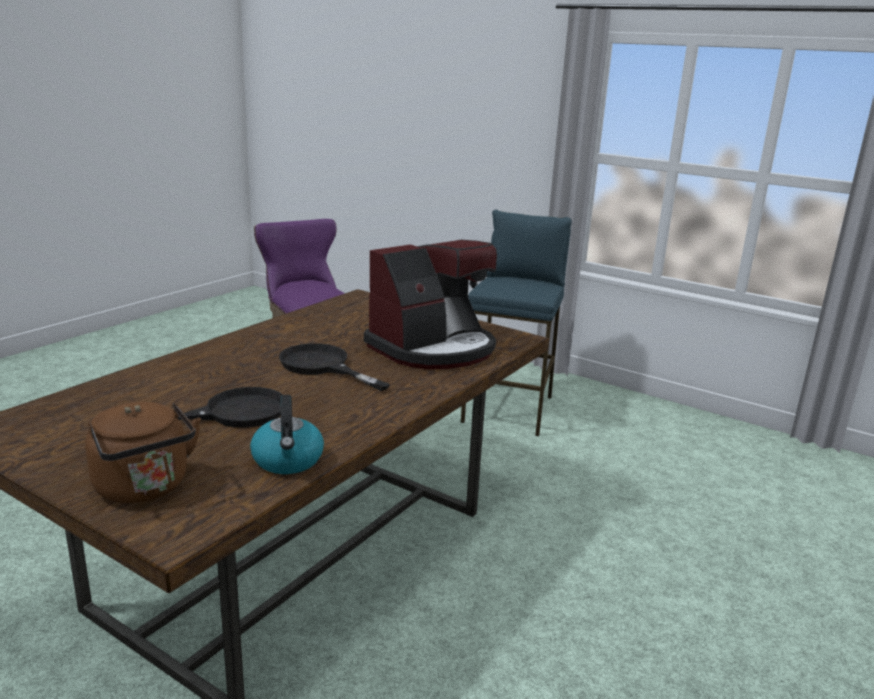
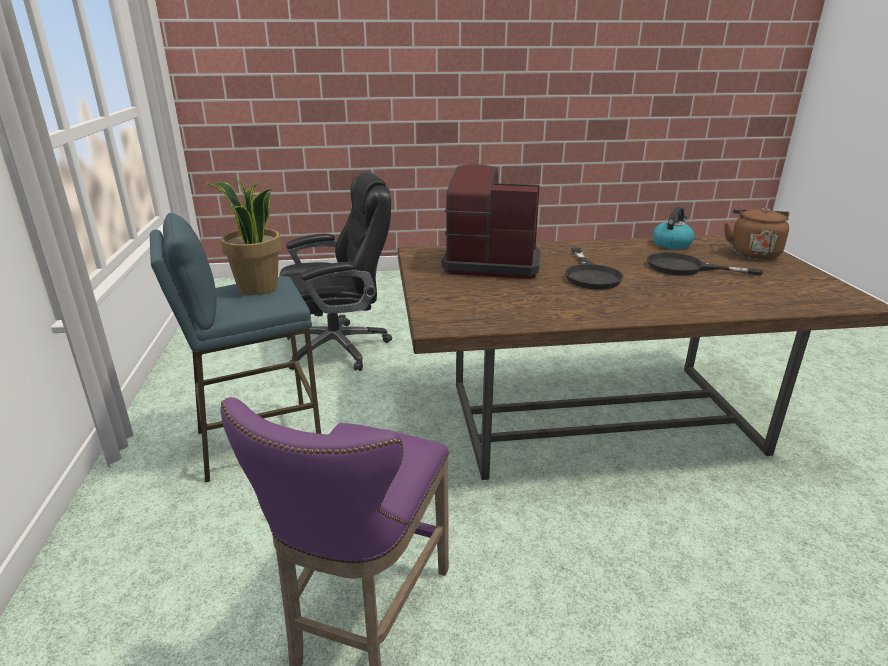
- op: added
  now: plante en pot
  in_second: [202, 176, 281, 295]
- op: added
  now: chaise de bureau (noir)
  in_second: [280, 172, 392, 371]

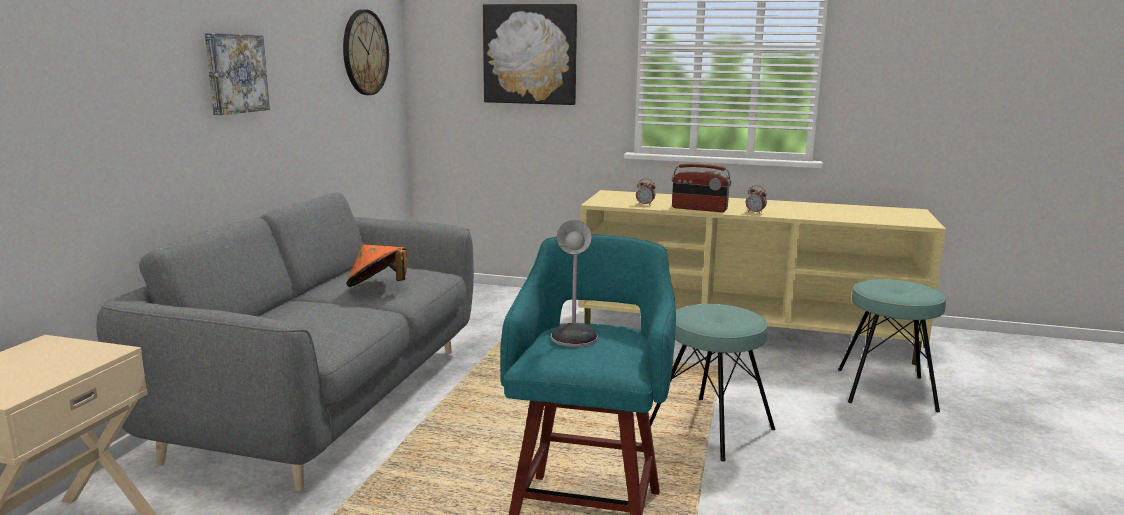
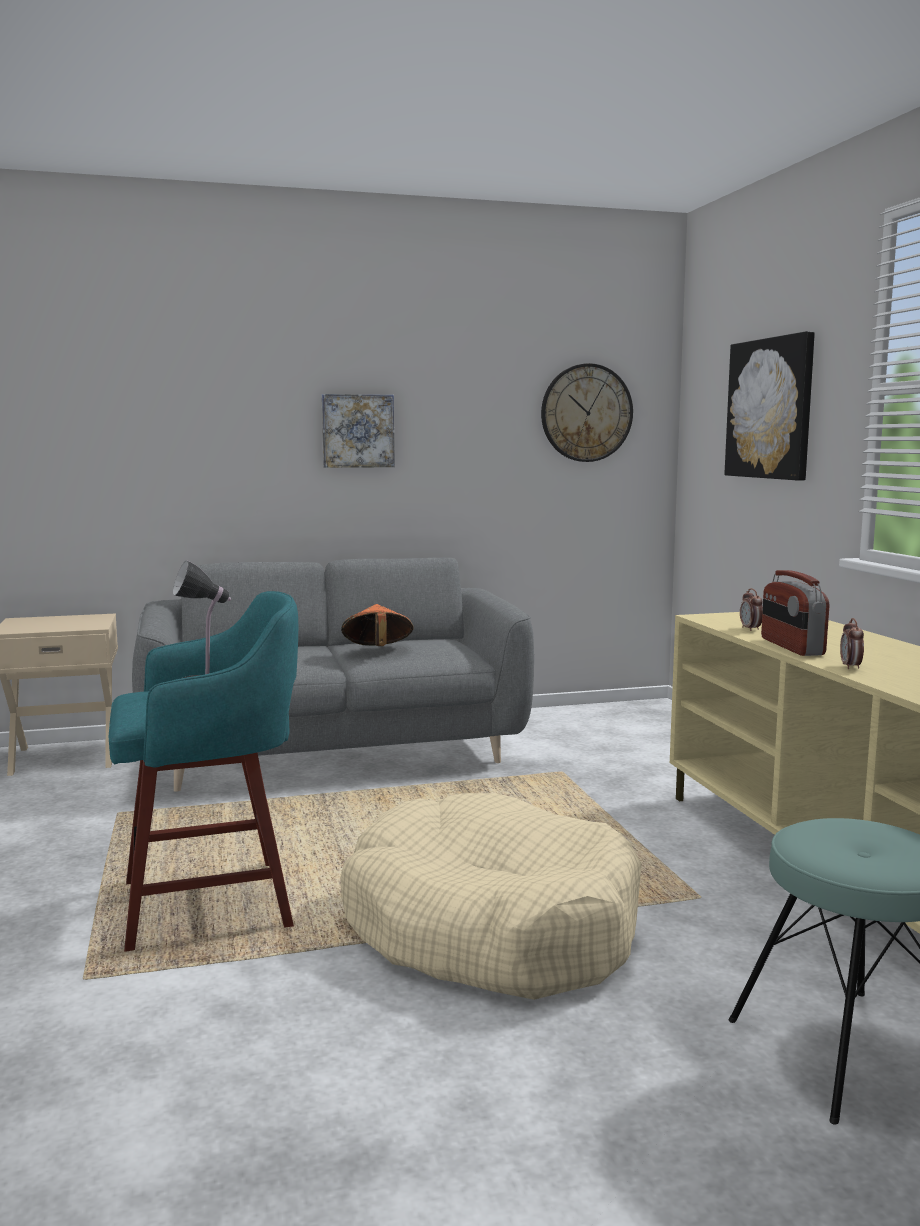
- op: replaced
  was: tabouret (turquoise)
  now: panier pour chien (beige)
  in_first: [650, 304, 775, 461]
  in_second: [340, 793, 642, 1000]

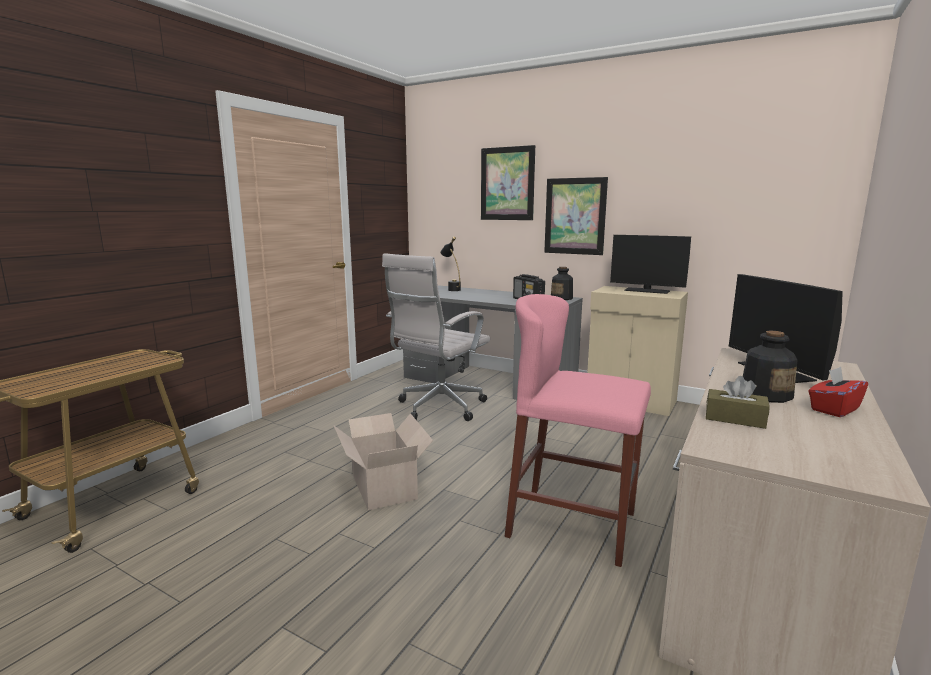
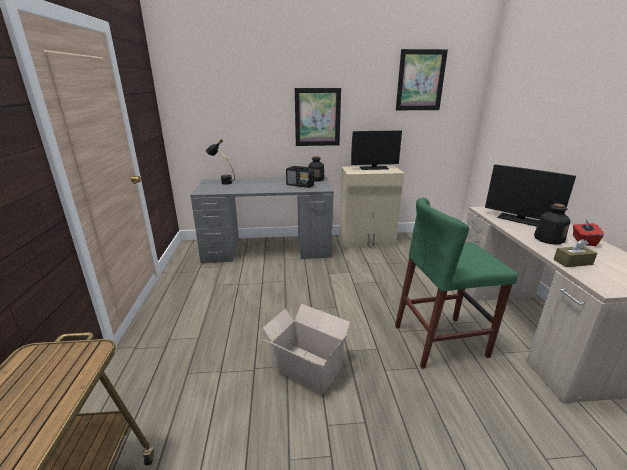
- op: removed
  was: chaise de bureau (blanc)
  in_first: [382, 253, 490, 421]
- op: moved
  was: tableau
  in_first: [481, 145, 535, 220]
  in_second: [396, 49, 448, 110]
- op: recoloured
  was: tabouret (rose)
  now: tabouret (vert)
  in_first: [505, 294, 651, 567]
  in_second: [395, 198, 518, 369]

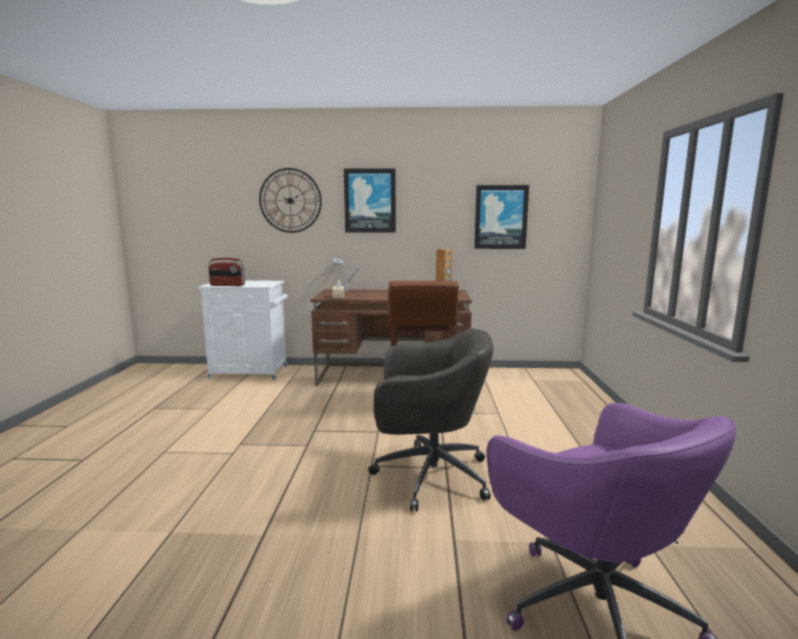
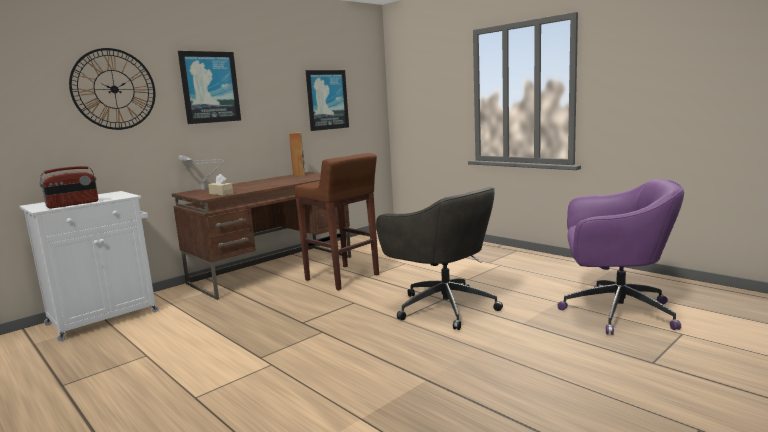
- op: turned
  was: chaise de bureau (gris)
  in_first: [368, 328, 494, 511]
  in_second: [376, 187, 503, 330]
  clockwise: 90

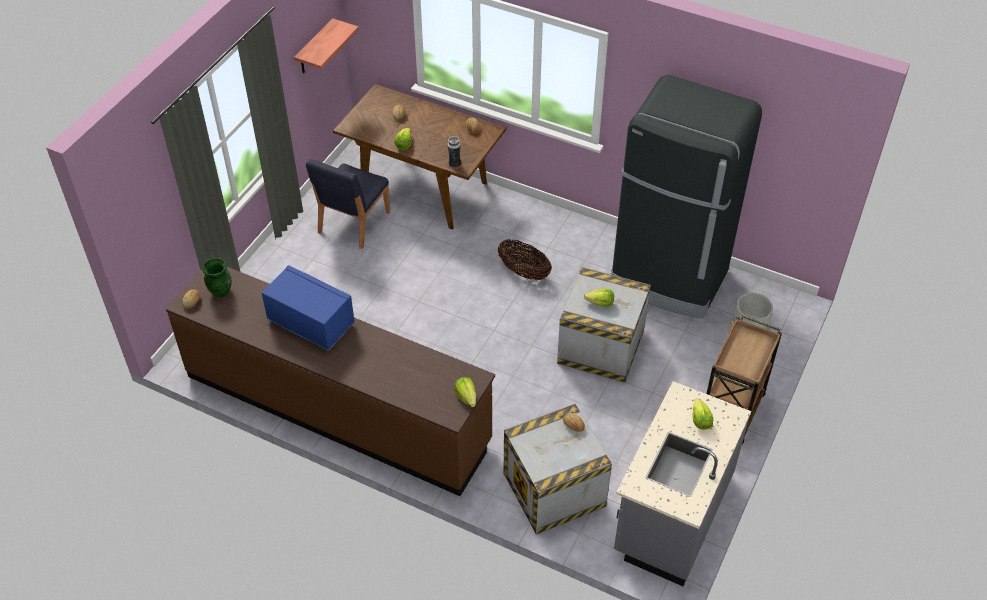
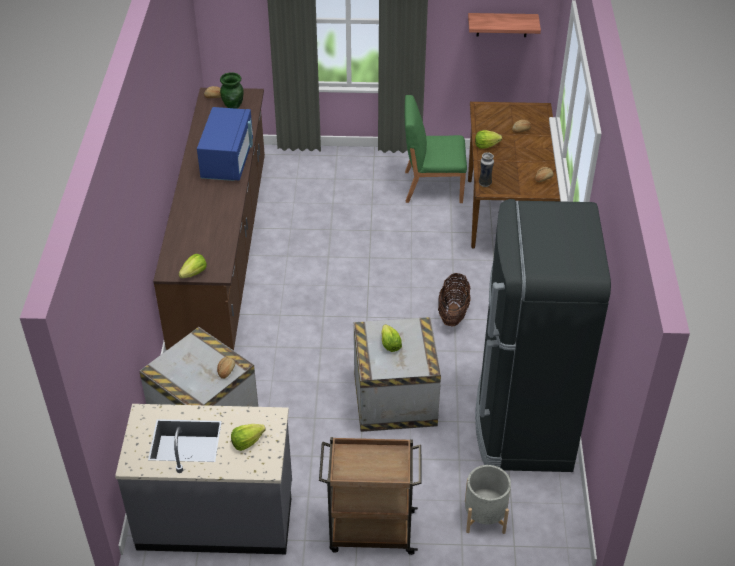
- op: recoloured
  was: chaise (bleu)
  now: chaise (vert)
  in_first: [306, 159, 390, 249]
  in_second: [405, 95, 467, 203]

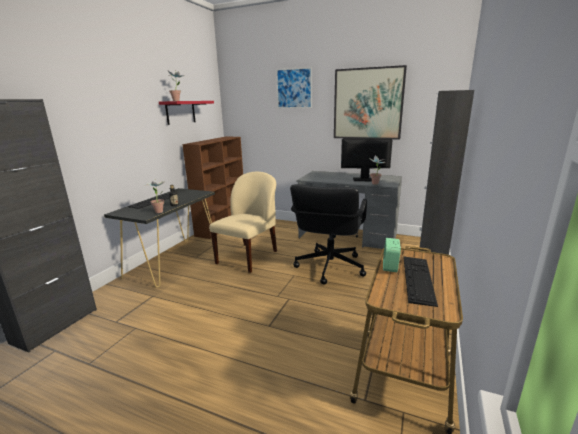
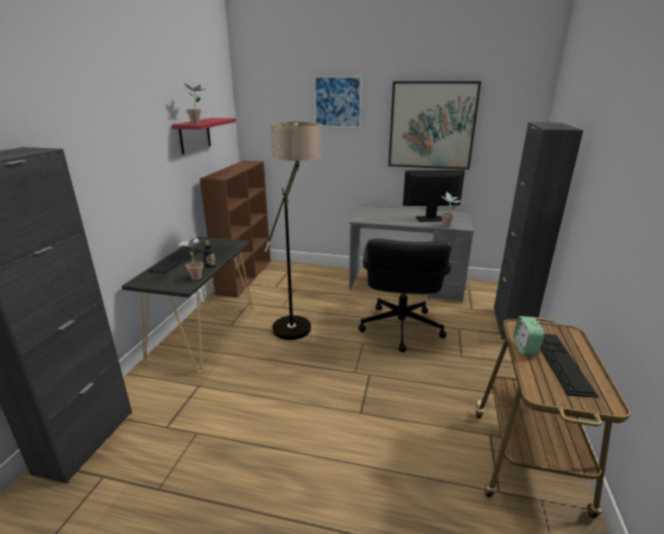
- op: replaced
  was: chaise (beige)
  now: lampadaire
  in_first: [209, 172, 277, 273]
  in_second: [264, 122, 321, 340]

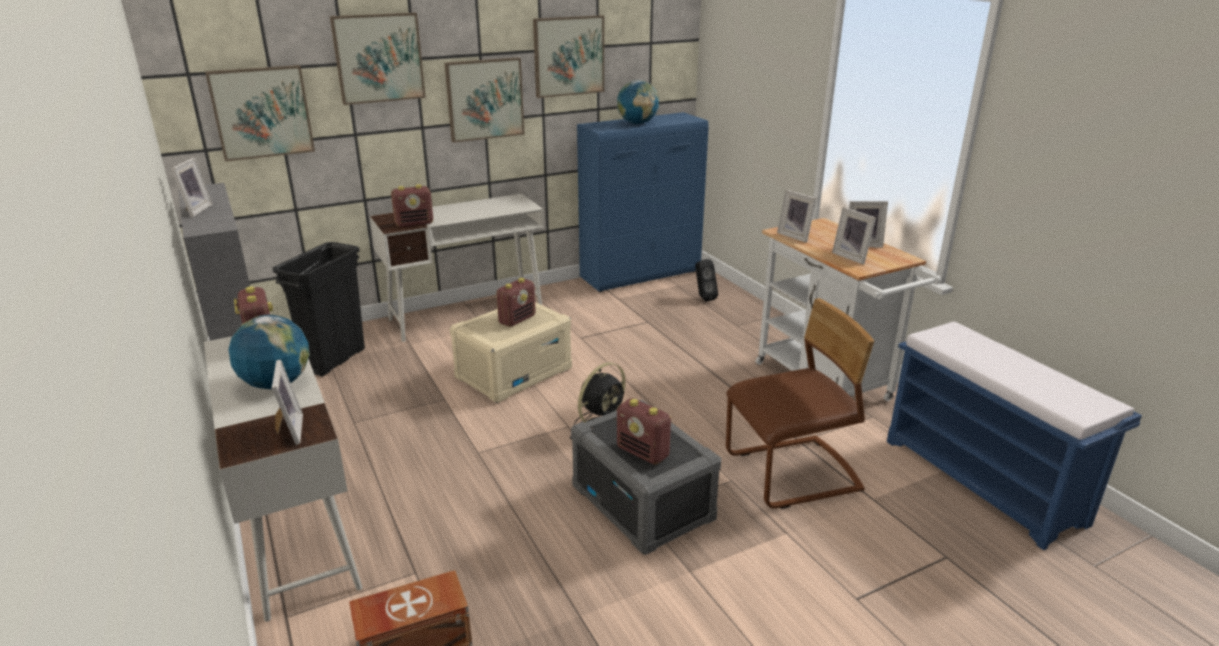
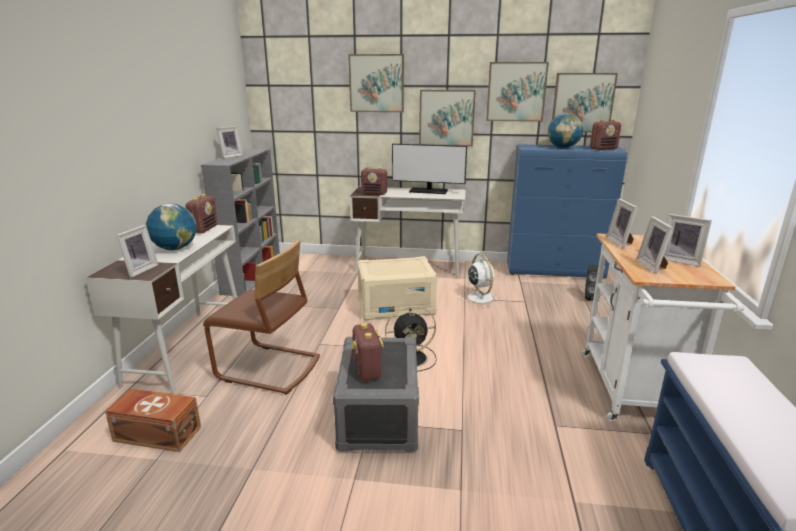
- op: removed
  was: poubelle (noir)
  in_first: [272, 242, 365, 377]
- op: added
  now: écran d'ordinateur
  in_second: [392, 144, 467, 194]
- op: added
  now: ventilateur (blanc)
  in_second: [459, 254, 500, 308]
- op: moved
  was: tableau
  in_first: [205, 65, 315, 161]
  in_second: [552, 73, 618, 133]
- op: moved
  was: radio
  in_first: [496, 278, 536, 327]
  in_second: [590, 119, 621, 150]
- op: moved
  was: chaise (marron)
  in_first: [726, 298, 874, 509]
  in_second: [203, 240, 320, 395]

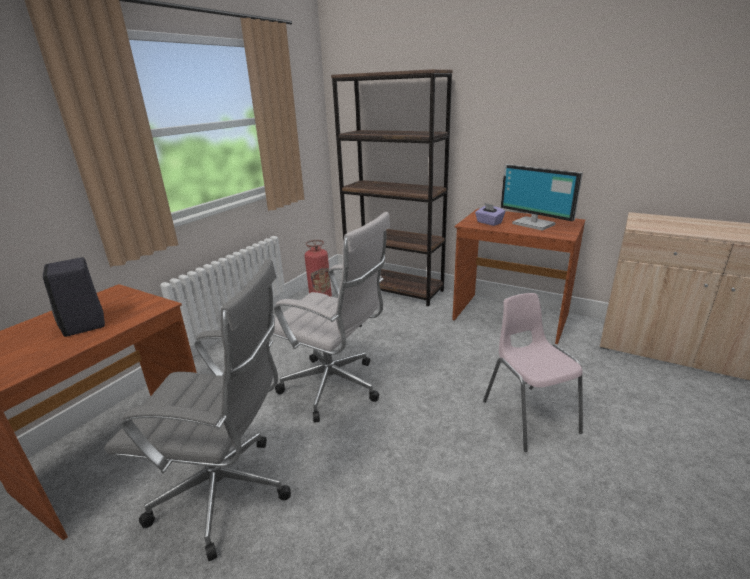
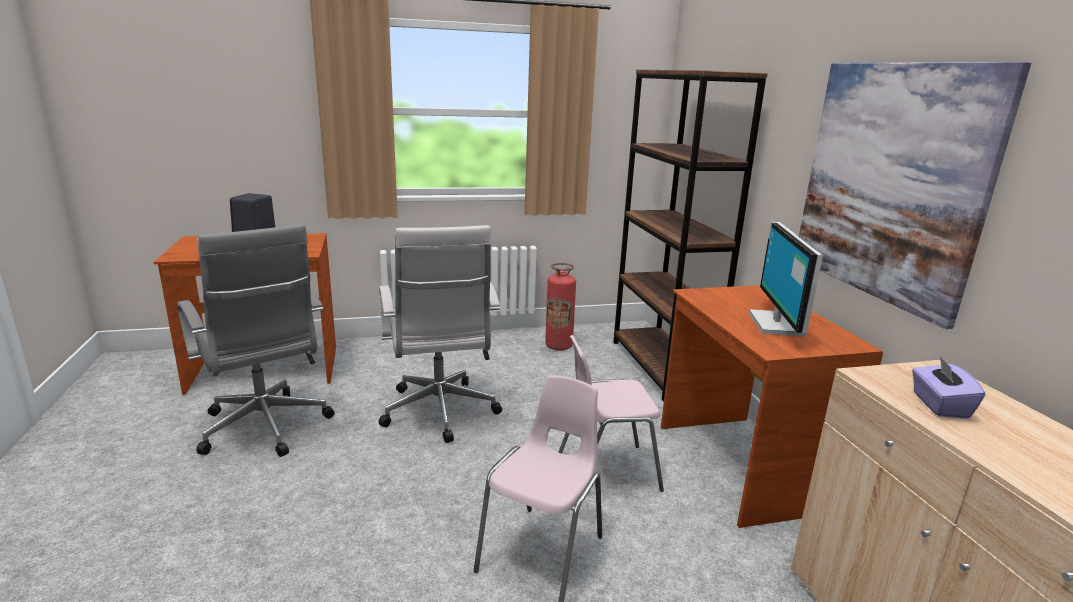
- op: added
  now: chaise (rose)
  in_second: [558, 335, 664, 492]
- op: added
  now: tableau
  in_second: [799, 62, 1031, 329]
- op: moved
  was: boîte à mouchoirs (violet)
  in_first: [475, 203, 505, 226]
  in_second: [912, 357, 985, 419]

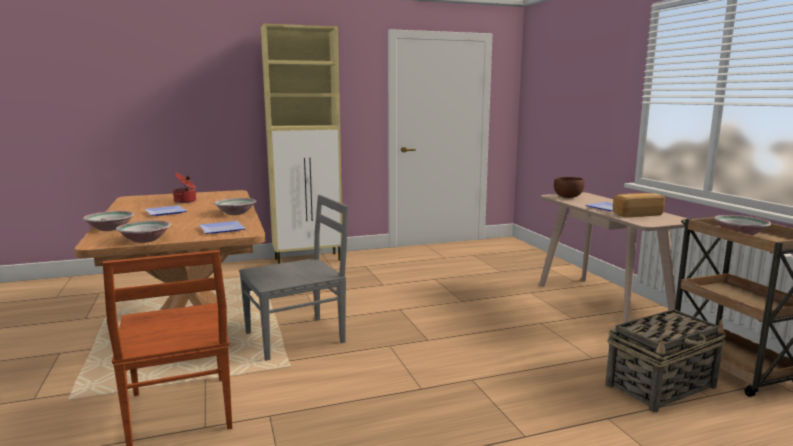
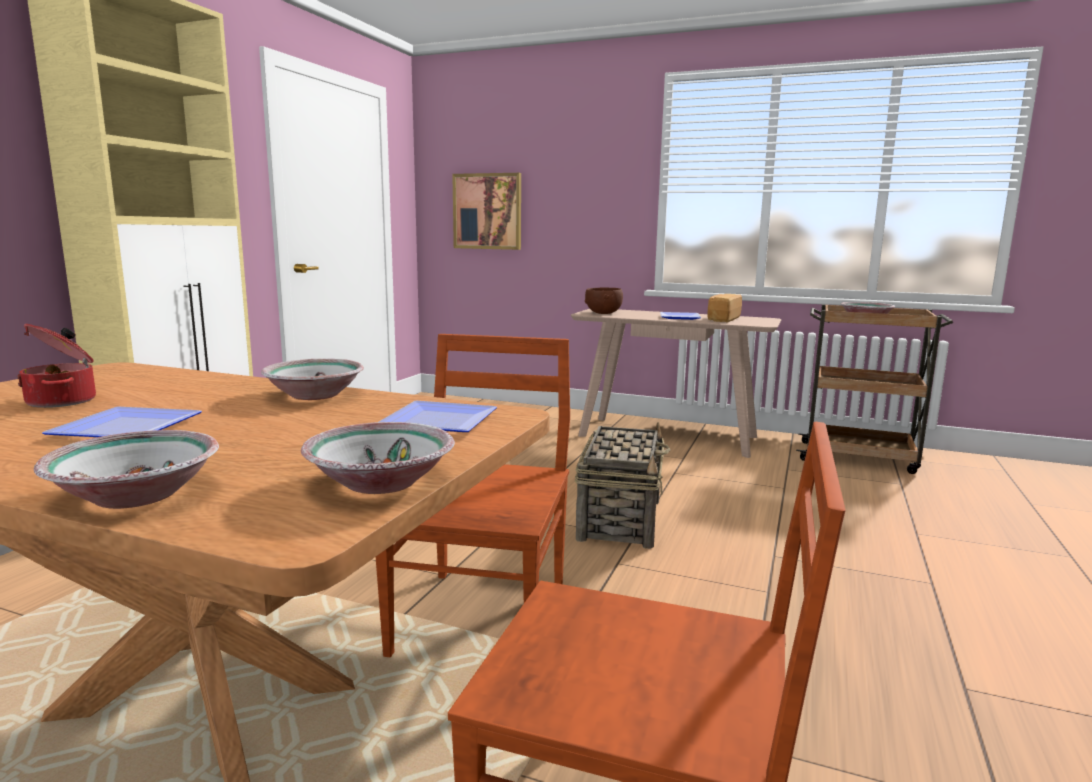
- op: added
  now: tableau
  in_second: [452, 173, 521, 250]
- op: moved
  was: panier
  in_first: [605, 309, 726, 412]
  in_second: [575, 422, 671, 549]
- op: recoloured
  was: chaise (gris)
  now: chaise (marron)
  in_first: [239, 195, 348, 361]
  in_second: [376, 334, 570, 657]

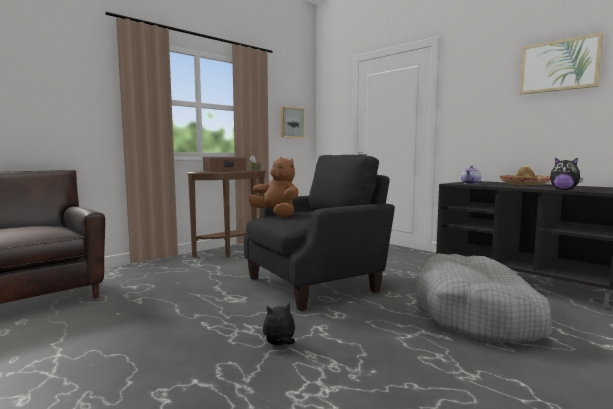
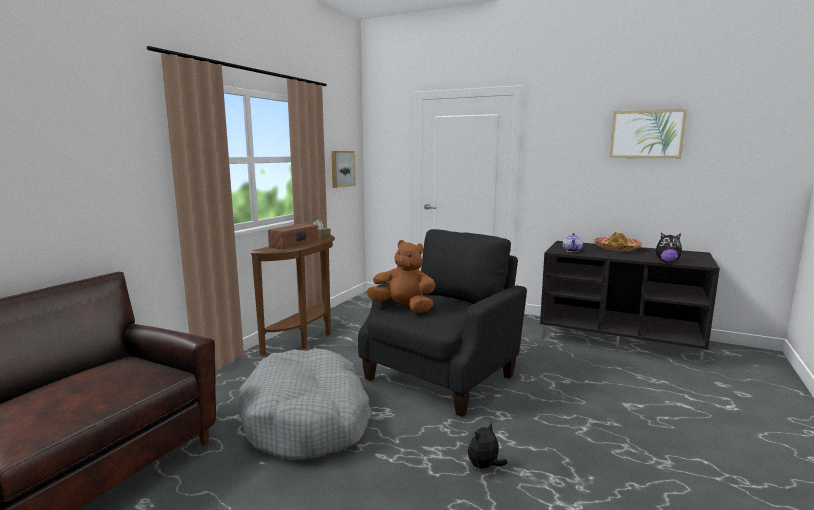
- op: moved
  was: panier pour chien (gris)
  in_first: [416, 254, 552, 342]
  in_second: [237, 348, 371, 460]

